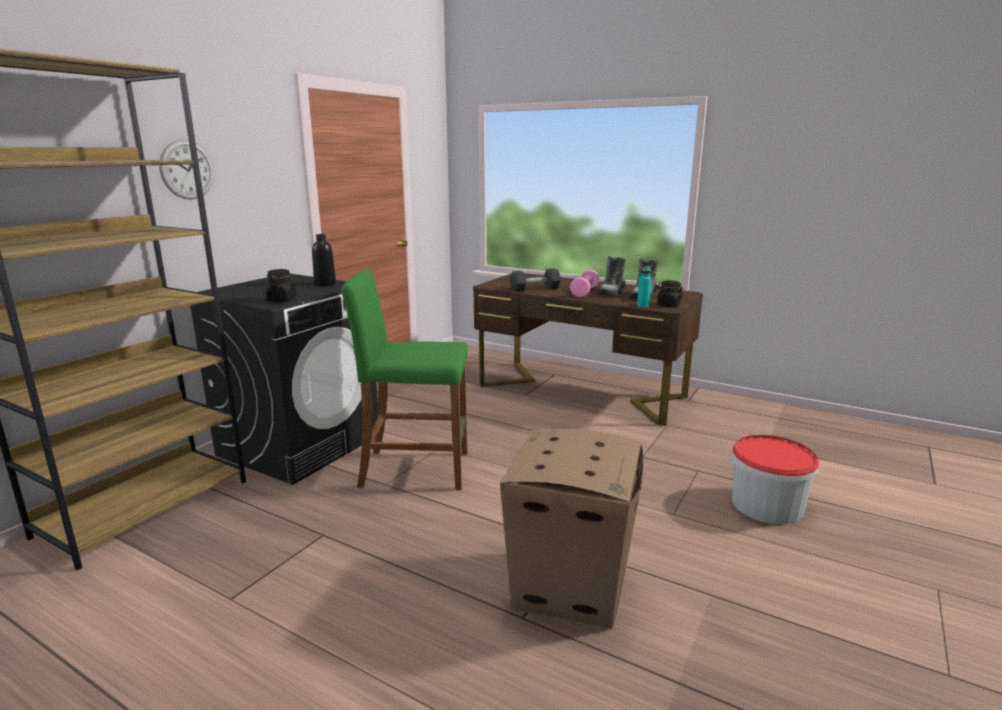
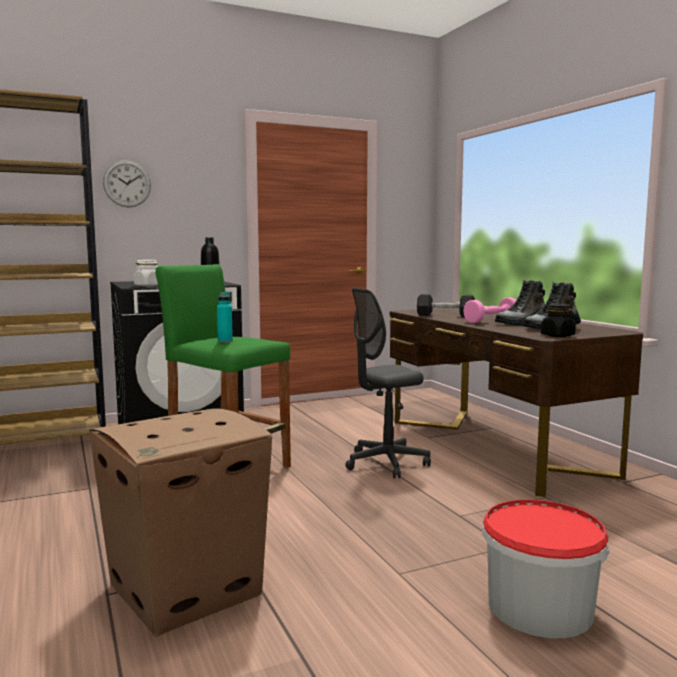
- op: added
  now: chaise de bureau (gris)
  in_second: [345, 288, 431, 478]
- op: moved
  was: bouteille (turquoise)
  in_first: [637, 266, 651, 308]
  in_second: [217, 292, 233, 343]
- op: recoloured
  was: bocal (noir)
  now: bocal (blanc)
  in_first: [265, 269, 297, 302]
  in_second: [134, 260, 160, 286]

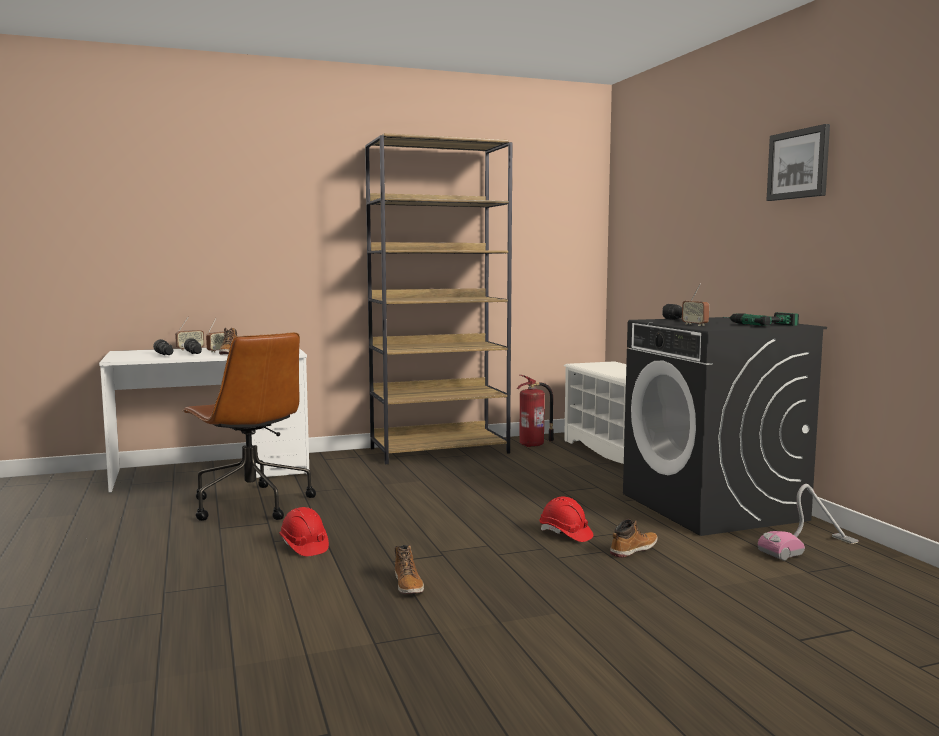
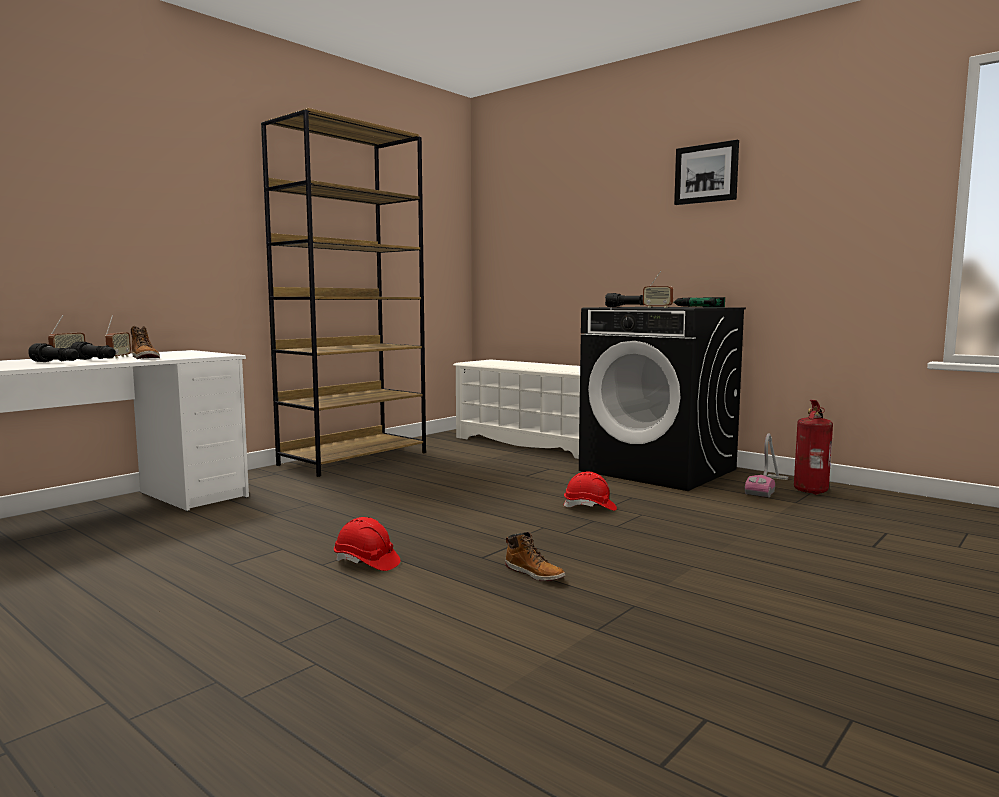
- op: removed
  was: chaise de bureau (marron)
  in_first: [182, 332, 316, 521]
- op: removed
  was: botte
  in_first: [610, 519, 658, 558]
- op: moved
  was: extincteur
  in_first: [517, 375, 554, 447]
  in_second: [794, 400, 833, 495]

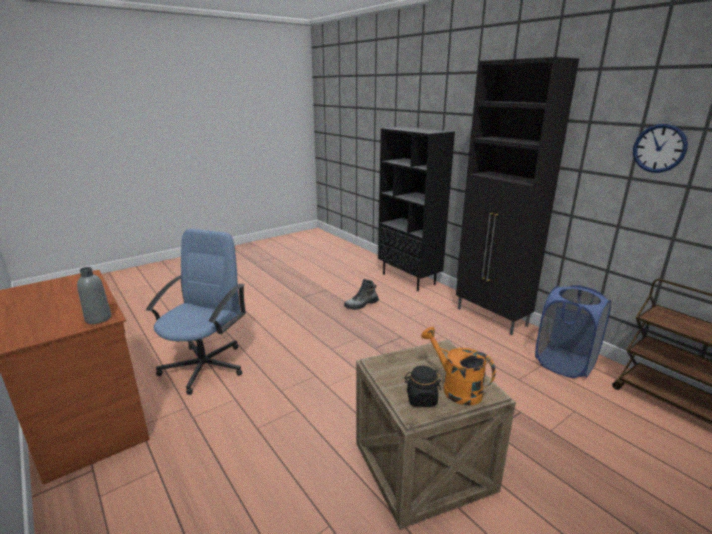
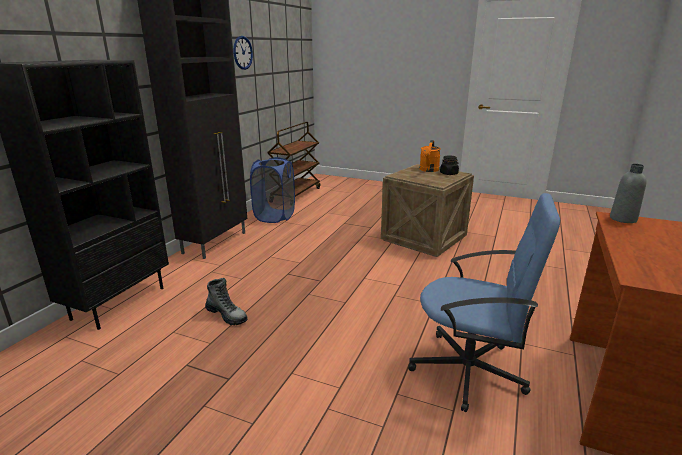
- op: turned
  was: chaise de bureau (bleu)
  in_first: [146, 229, 246, 395]
  in_second: [408, 193, 560, 412]
  clockwise: -150

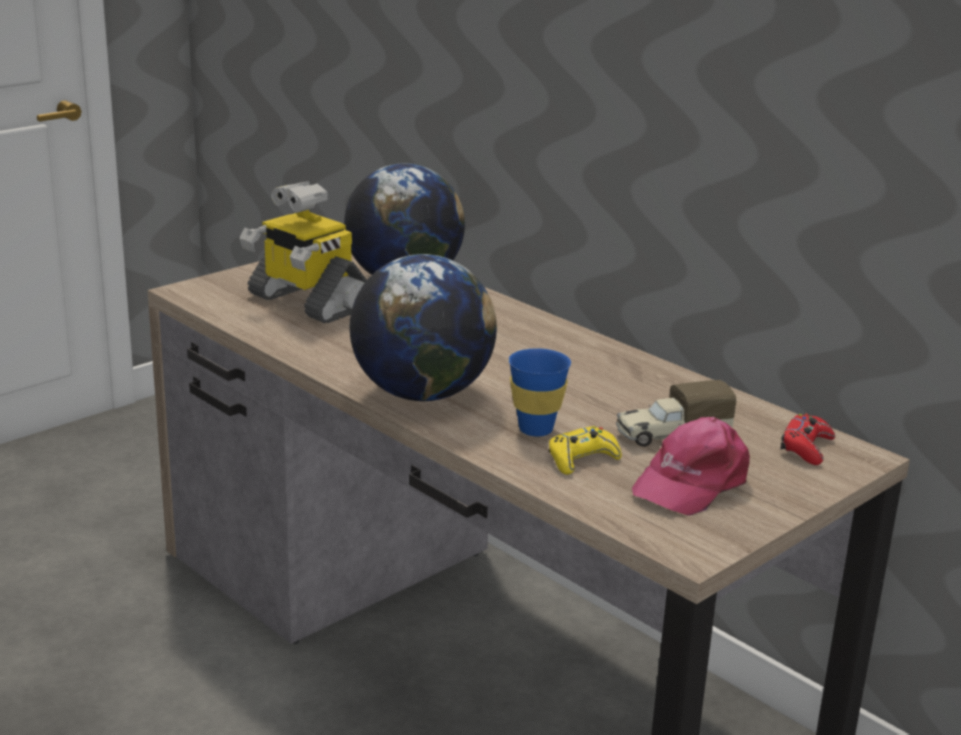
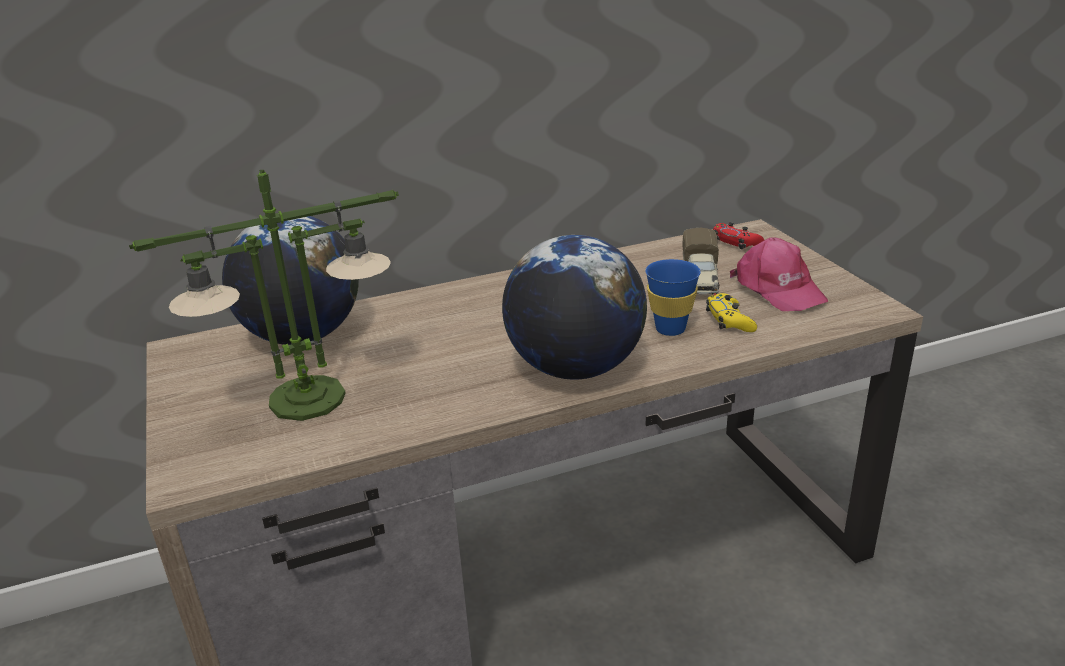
- op: replaced
  was: robot jouet
  now: lampe de table
  in_first: [239, 181, 367, 323]
  in_second: [129, 170, 399, 421]

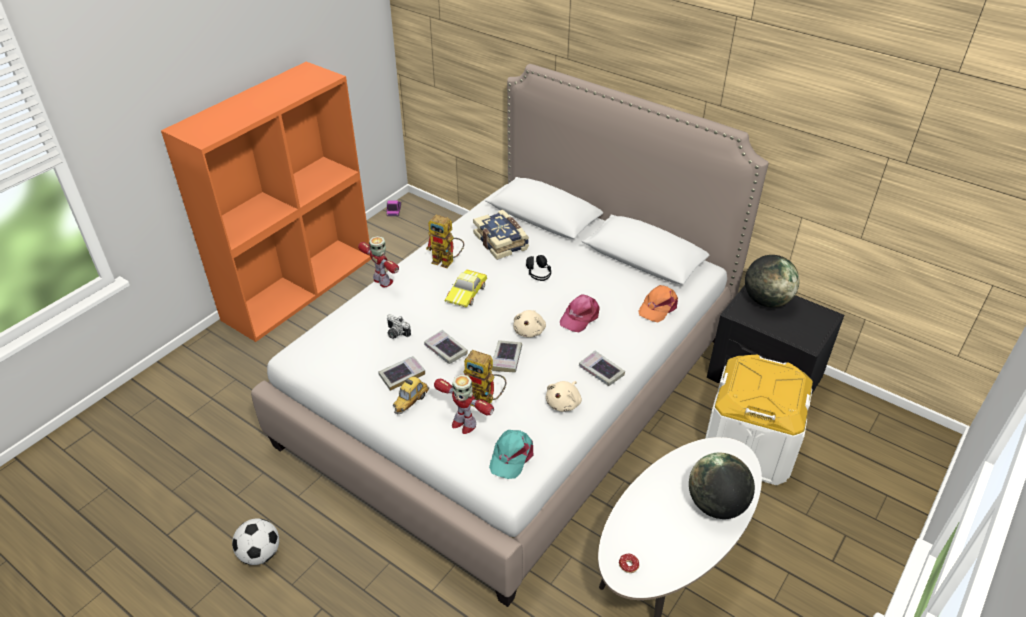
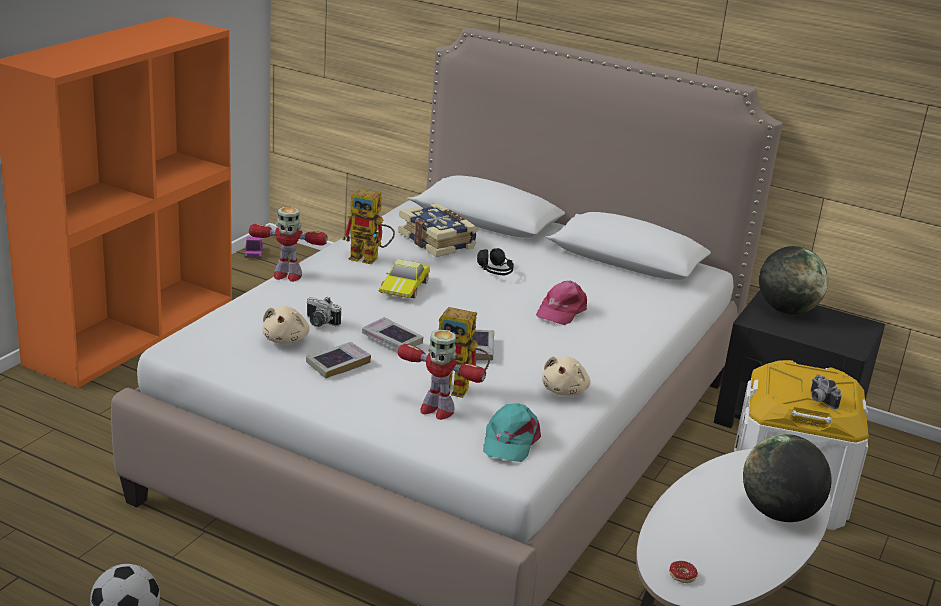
- op: removed
  was: petite voiture
  in_first: [393, 377, 429, 415]
- op: removed
  was: livre
  in_first: [579, 350, 625, 386]
- op: removed
  was: casquette (orange)
  in_first: [638, 285, 678, 322]
- op: added
  now: appareil photo
  in_second: [810, 375, 842, 409]
- op: moved
  was: peluche (beige)
  in_first: [513, 310, 546, 337]
  in_second: [262, 306, 310, 344]
- op: turned
  was: robot jouet
  in_first: [358, 236, 399, 287]
  in_second: [249, 207, 328, 282]
  clockwise: 150

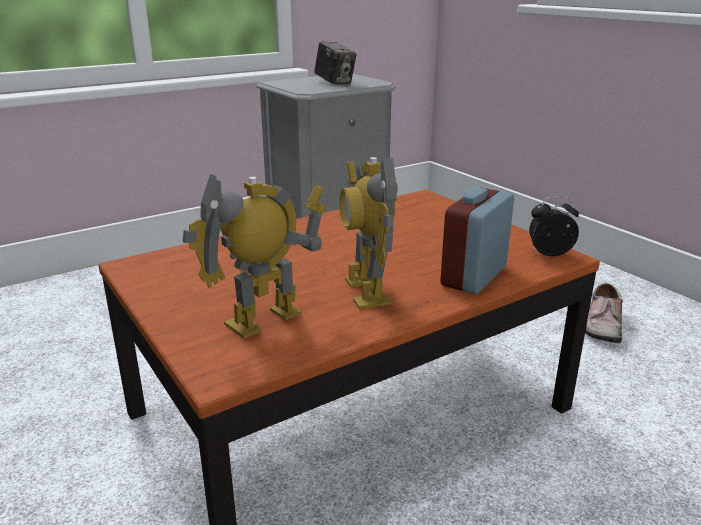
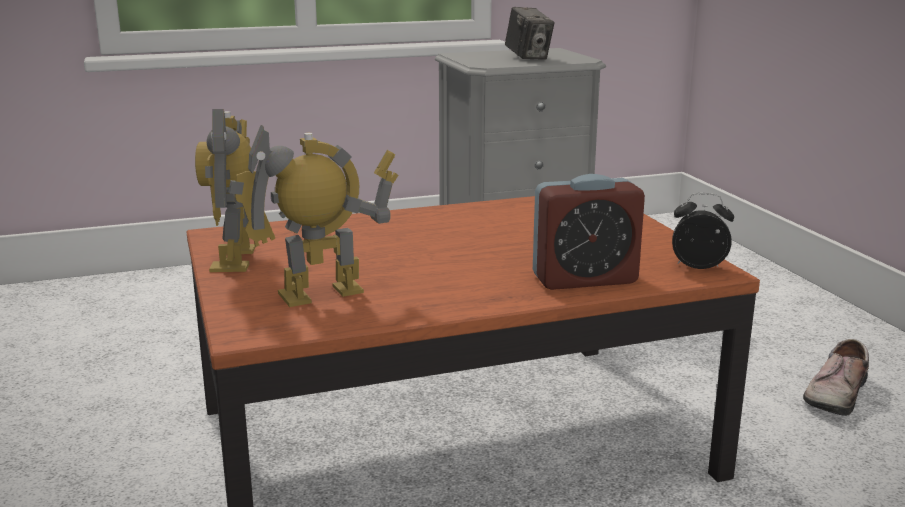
- op: moved
  was: robot jouet
  in_first: [339, 157, 398, 309]
  in_second: [195, 109, 256, 272]
- op: turned
  was: réveil
  in_first: [440, 187, 514, 294]
  in_second: [533, 174, 645, 290]
  clockwise: -150

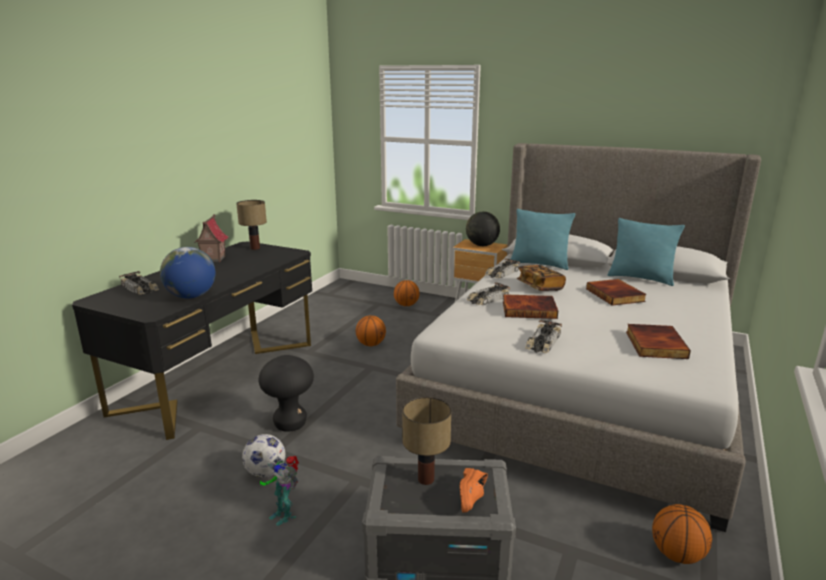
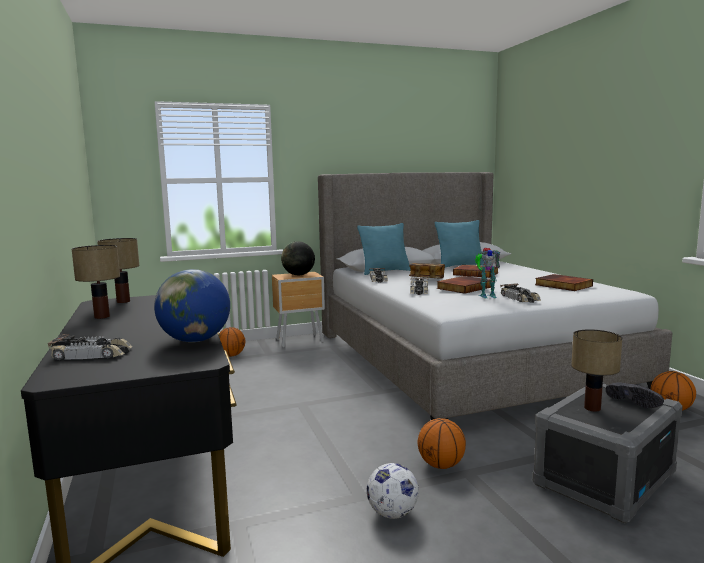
- op: removed
  was: tabouret (noir)
  in_first: [259, 355, 314, 432]
- op: moved
  was: robot jouet
  in_first: [260, 456, 299, 526]
  in_second: [475, 248, 501, 298]
- op: moved
  was: ballon de basket
  in_first: [356, 315, 386, 346]
  in_second: [417, 418, 466, 469]
- op: replaced
  was: maison miniature
  now: lampe de table
  in_first: [194, 214, 228, 262]
  in_second: [72, 245, 120, 319]
- op: recoloured
  was: chaussure (orange)
  now: chaussure (noir)
  in_first: [460, 468, 488, 512]
  in_second: [606, 382, 664, 408]

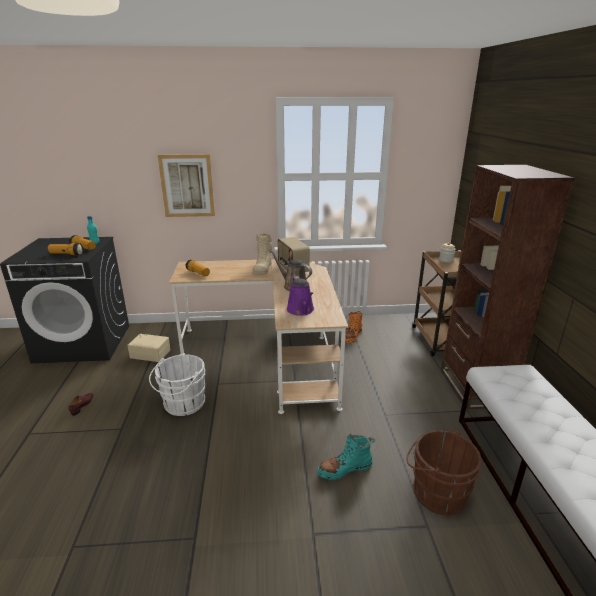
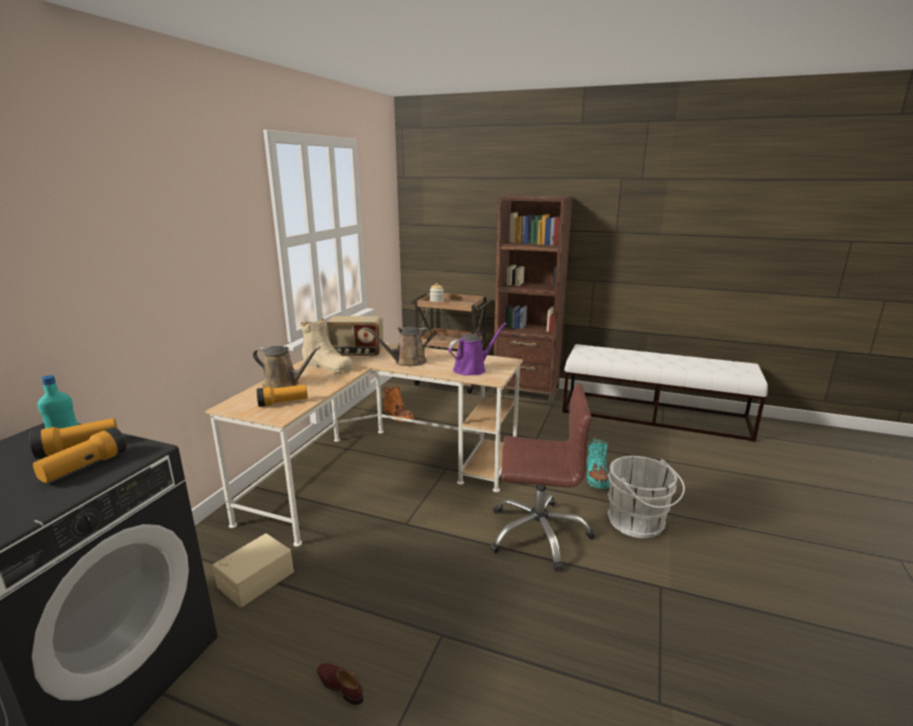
- op: removed
  was: tableau
  in_first: [158, 154, 215, 217]
- op: removed
  was: seau (marron)
  in_first: [406, 430, 482, 515]
- op: added
  now: arrosoir (marron)
  in_second: [253, 346, 321, 388]
- op: added
  now: chaise de bureau (marron)
  in_second: [490, 383, 595, 571]
- op: moved
  was: seau (blanc)
  in_first: [149, 354, 205, 416]
  in_second: [607, 456, 685, 538]
- op: turned
  was: arrosoir (violet)
  in_first: [287, 276, 314, 316]
  in_second: [448, 323, 507, 375]
  clockwise: -45

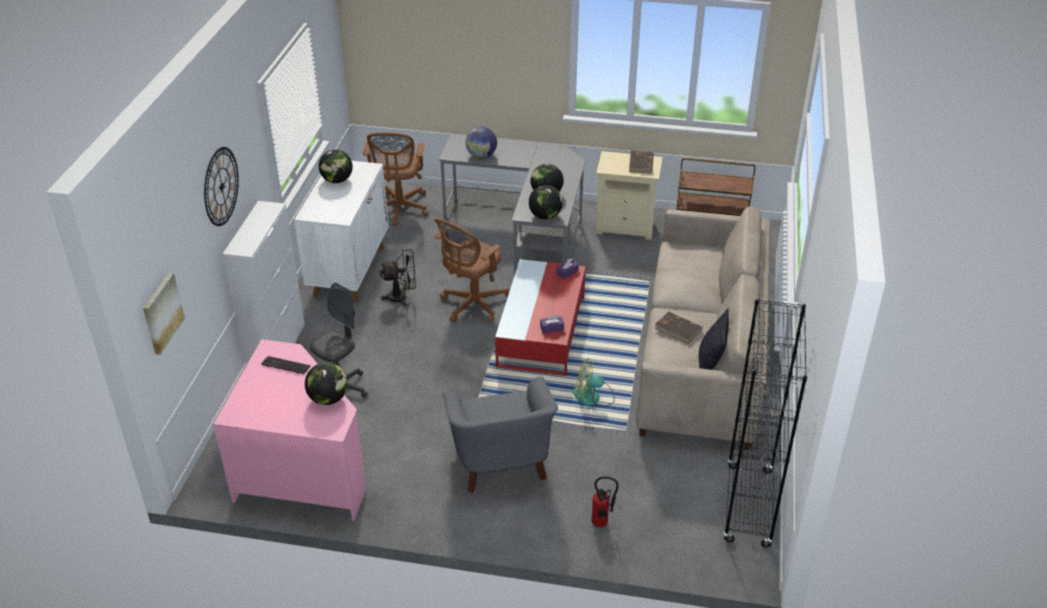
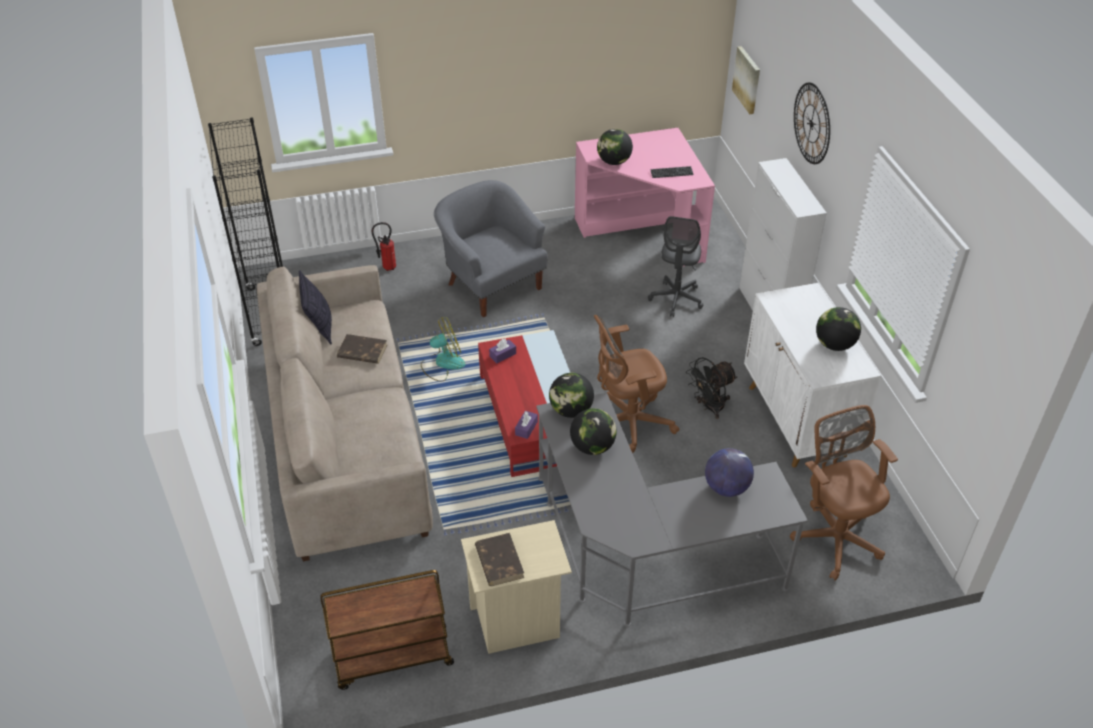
- op: turned
  was: chaise de bureau (marron)
  in_first: [434, 218, 510, 323]
  in_second: [594, 315, 679, 453]
  clockwise: -120

